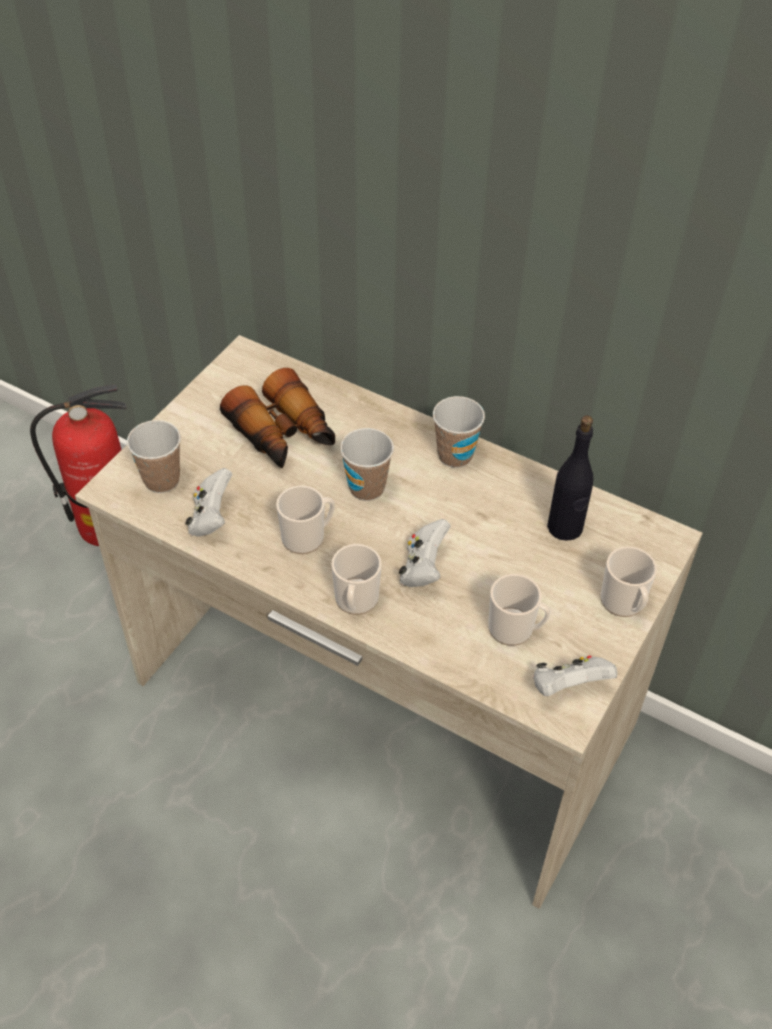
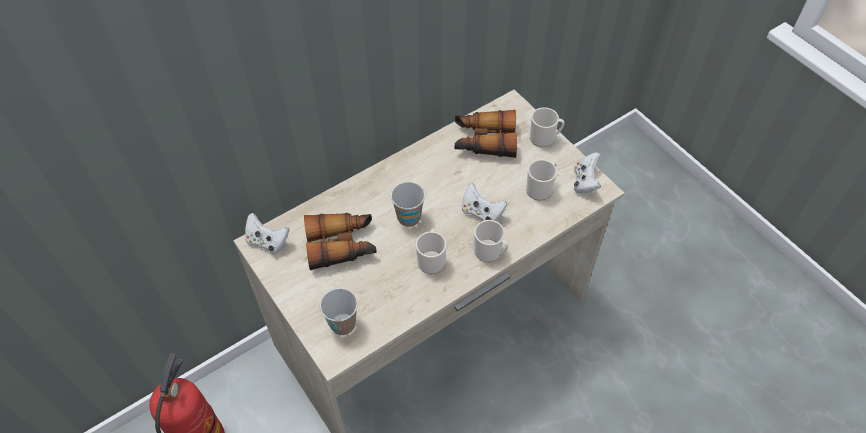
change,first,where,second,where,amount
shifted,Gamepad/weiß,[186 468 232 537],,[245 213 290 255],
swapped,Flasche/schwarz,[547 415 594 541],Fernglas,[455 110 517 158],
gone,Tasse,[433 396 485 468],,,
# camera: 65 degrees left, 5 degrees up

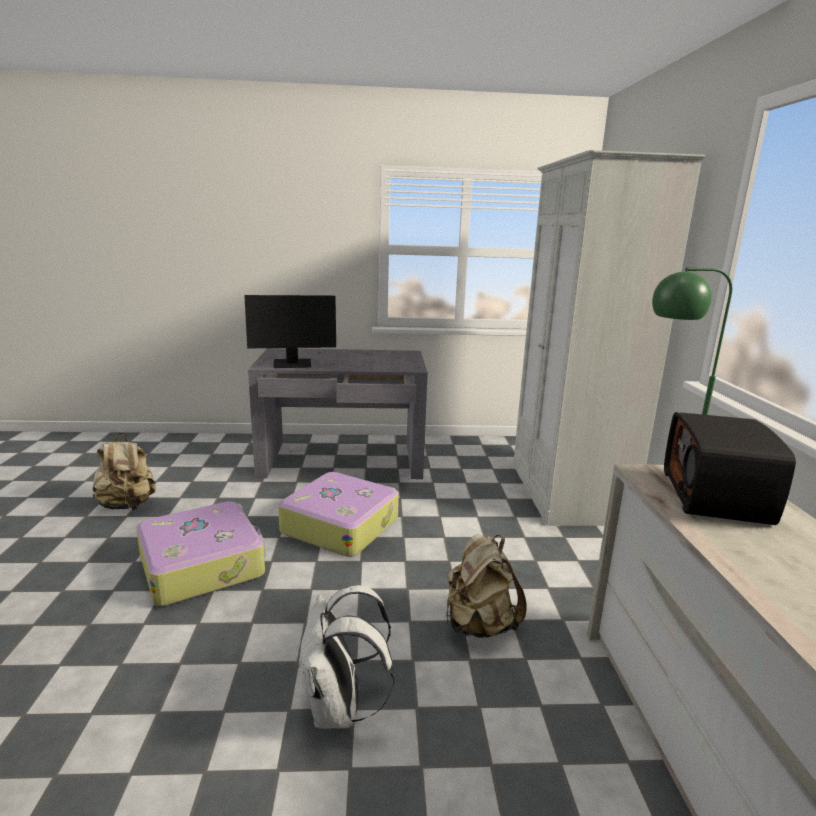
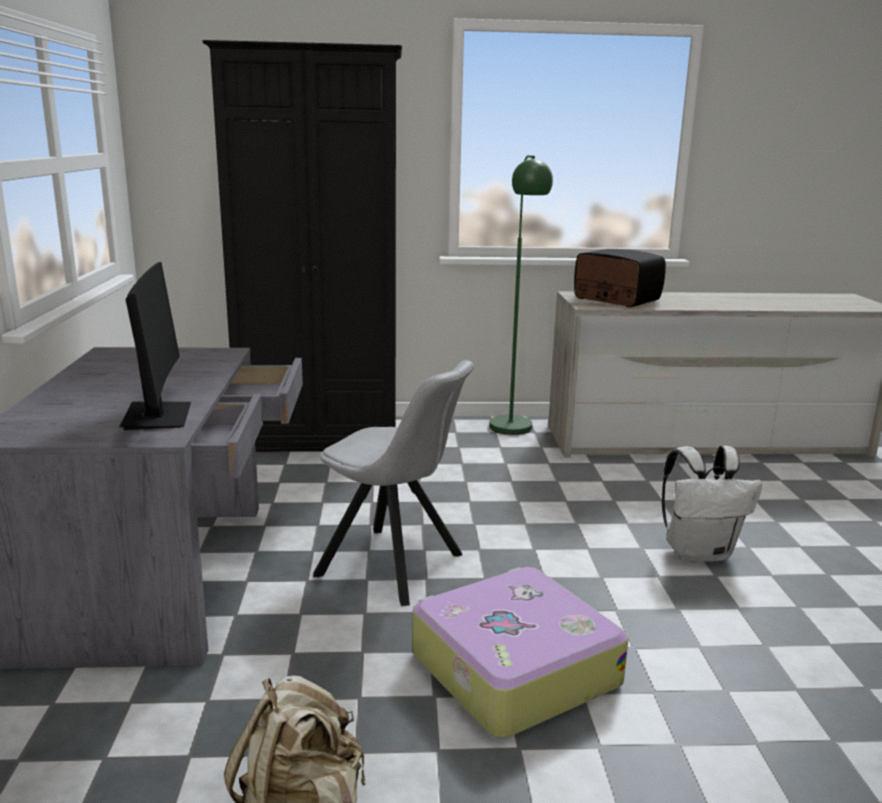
change,first,where,second,where,amount
repainted,Kleiderschrank/weiß,[513 150 705 526],Kleiderschrank/schwarz,[202 40 402 452],
swapped,Koffer,[278 472 399 557],Stuhl/grau,[313 360 474 606],
rotated,Radio,[664 412 796 525],,[574 249 666 307],150 degrees counterclockwise
gone,Rucksack/beige,[446 534 527 638],,,
# camera: 90 degrees left, 0 degrees up

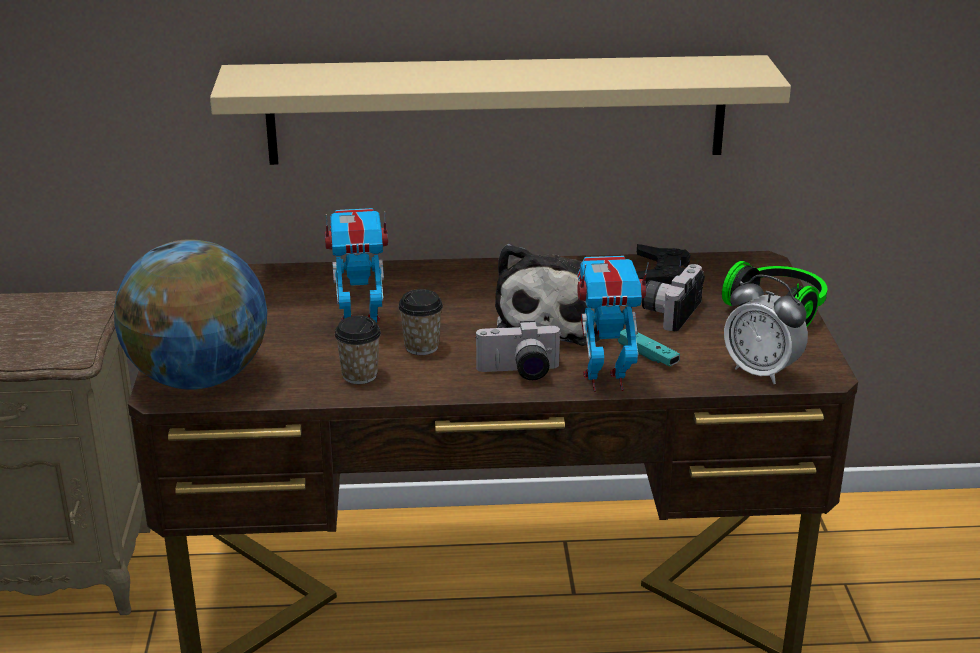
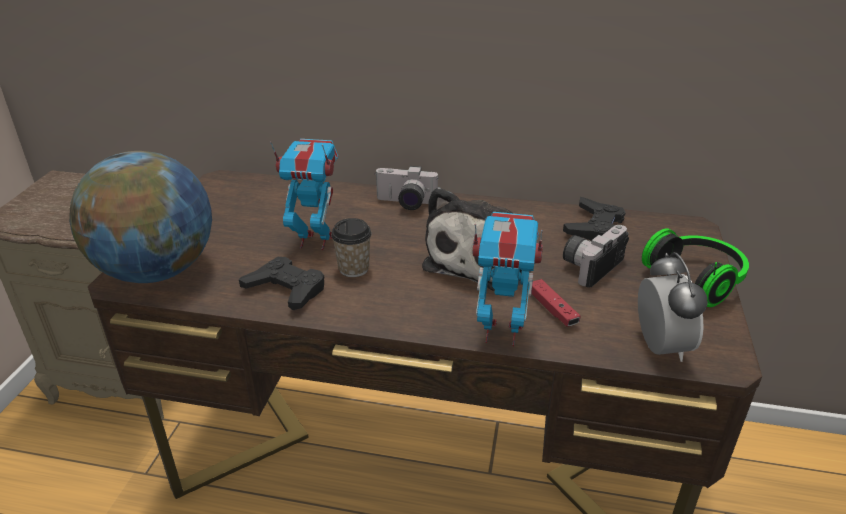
change,first,where,second,where,amount
swapped,Tasse,[334 316 381 384],Gamepad/schwarz,[239 257 324 310],
shifted,Kamera,[475 321 562 380],,[375 166 439 210],
repainted,Gamepad/türkis,[618 329 680 366],Gamepad/rot,[531 279 580 327],
rotated,Wecker,[724 275 808 384],,[638 252 708 362],150 degrees counterclockwise
gone,Wandregal/beige,[210 55 791 165],,,
# camera: 15 degrees right, 5 degrees up

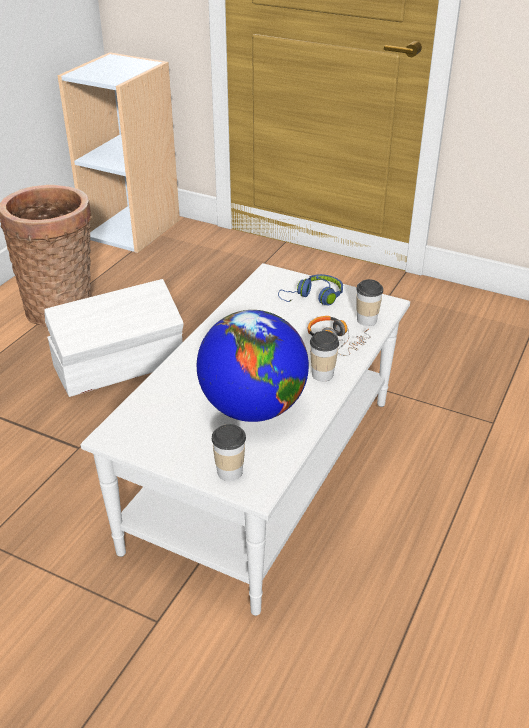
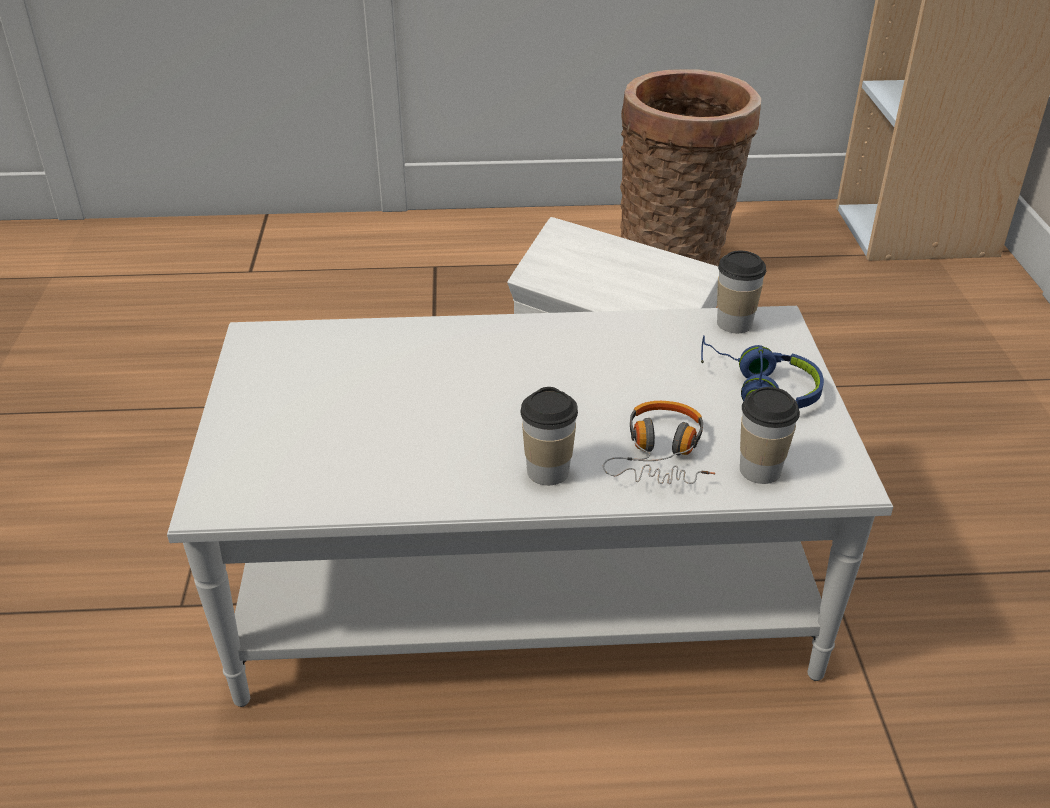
change,first,where,second,where,amount
shifted,Tasse,[212 424 246 481],,[717 251 766 333],
gone,Globus,[197 310 309 422],,,
# camera: 60 degrees right, 0 degrees up

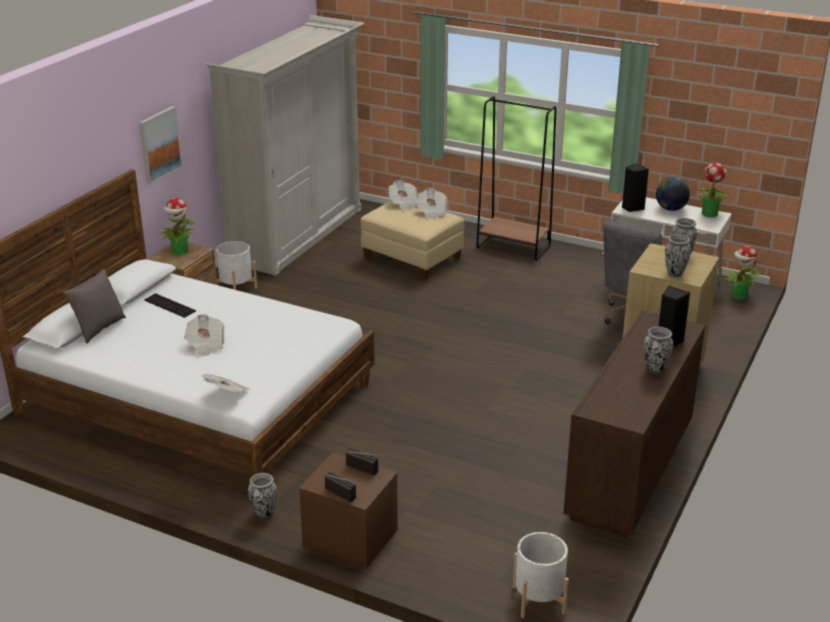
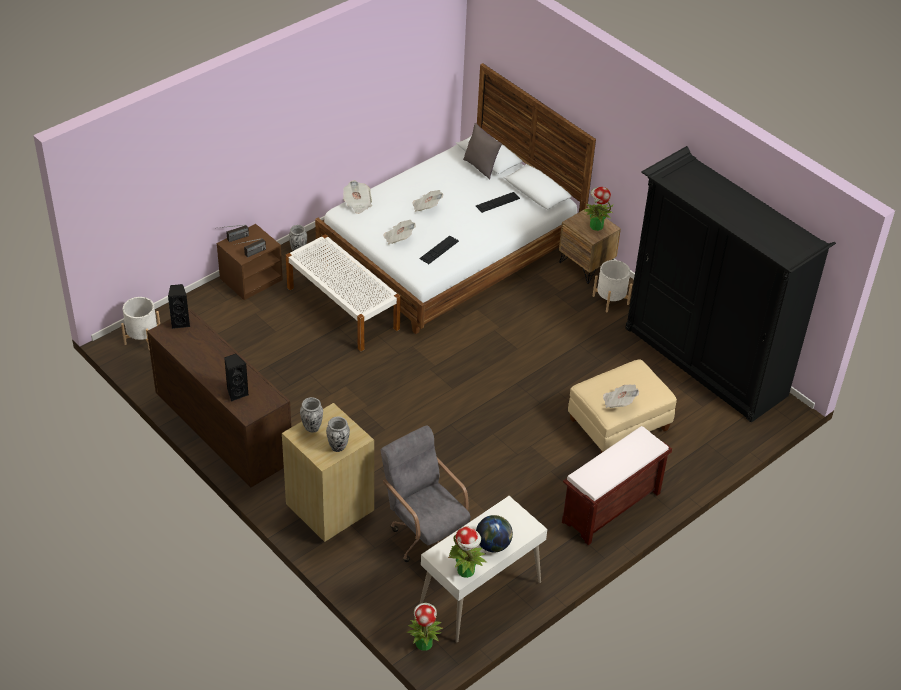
change,first,where,second,where,amount
shifted,Lautsprecher/schwarz,[622 163 649 212],,[168 284 190 329],
new,,,Bank/weiß,[286 234 401 352],
shifted,Zeitung,[389 180 418 211],,[384 220 416 245],
new,,,Tastatur,[419 236 459 264],
swapped,Kleiderständer,[476 96 557 261],Bank/braun,[562 426 672 545],
repainted,Kleiderschrank/weiß,[206 15 365 275],Kleiderschrank/schwarz,[625 146 836 422],
gone,Bild,[139 106 182 185],,,
gone,Vase,[644 327 673 374],,,
# camera: 110 degrees right, 15 degrees up

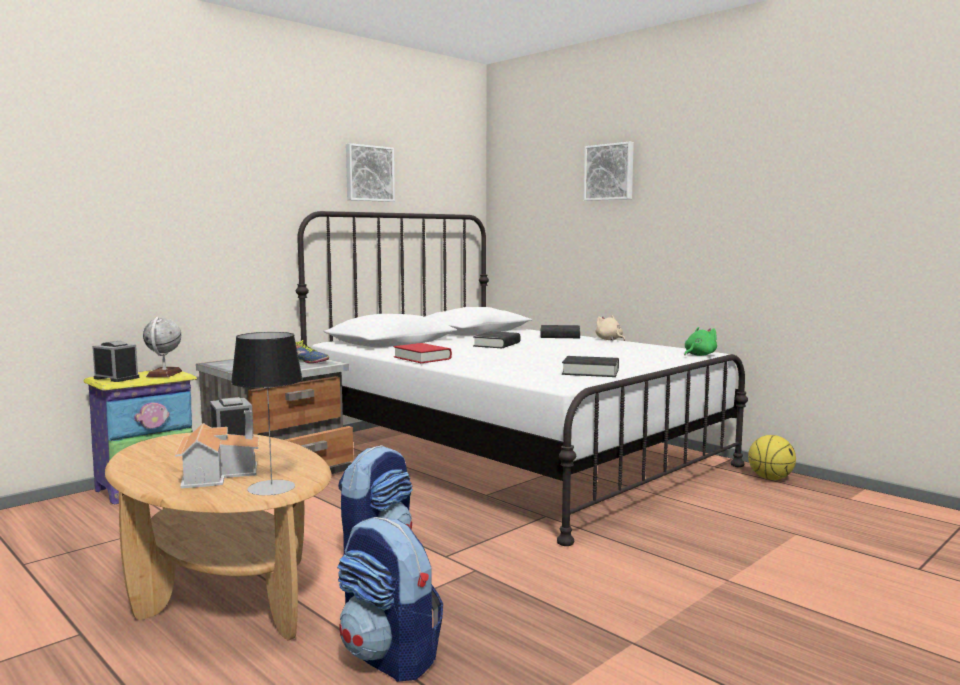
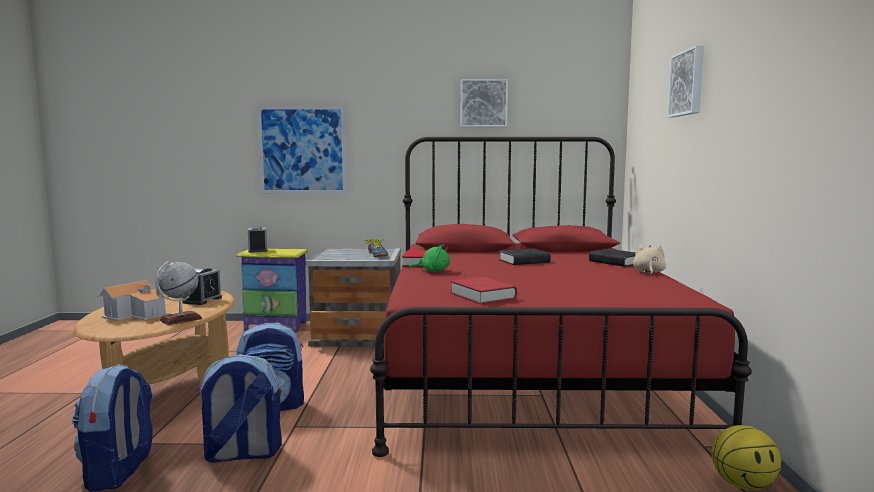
change,first,where,second,where,amount
shifted,Globus,[143 317 182 377],,[155 261 202 325],
new,,,Rucksack,[197 354 282 463],
new,,,Bild,[257 106 347 193],
repainted,Bett/weiß,[296 211 748 546],Bett/rot,[370 137 752 457],
shifted,Plüschtier/grün,[684 327 717 356],,[409 245 450 272],
repainted,Buch/schwarz,[562 356 619 377],Buch/rot,[450 277 517 304],
gone,Tischlampe,[231 332 303 495],,,
# camera: 45 degrees right, 0 degrees up

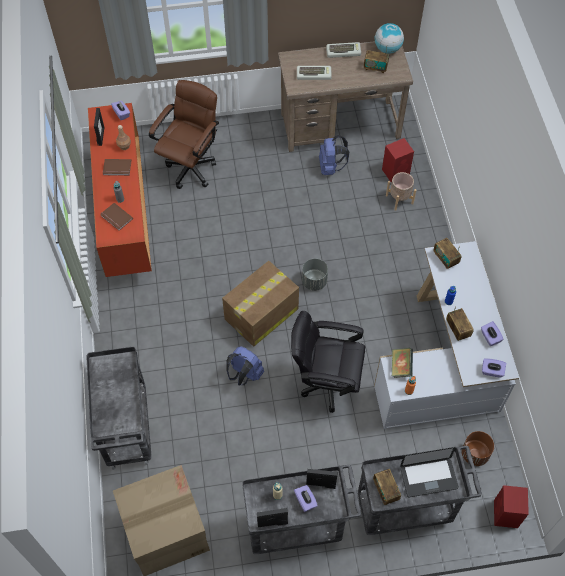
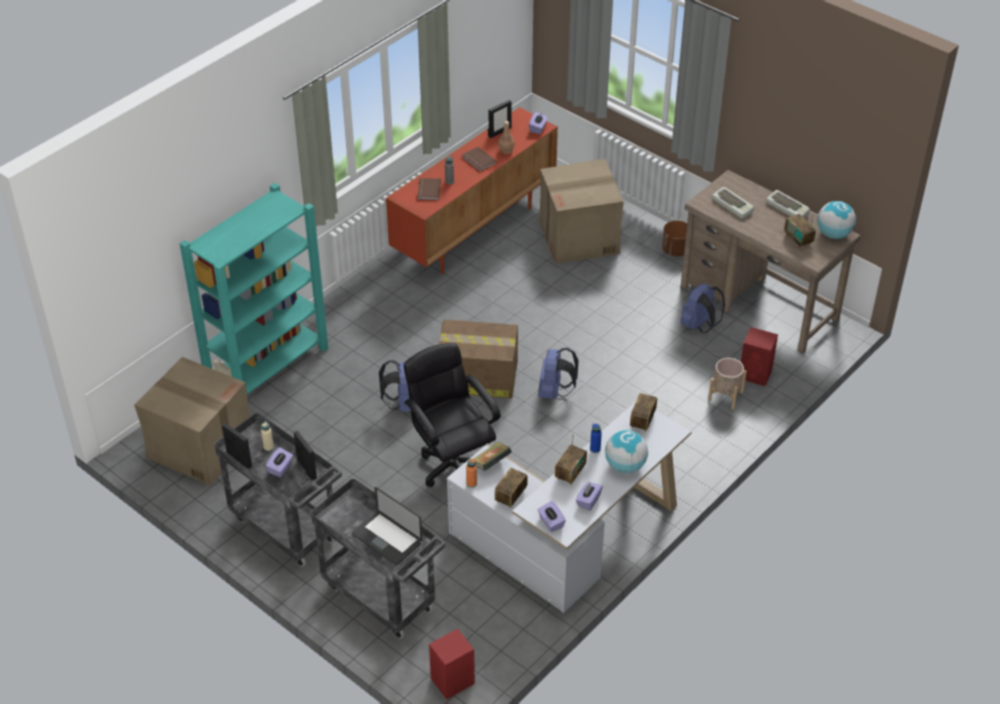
change,first,where,second,where,amount
swapped,Rollwagen/grau,[87 347 151 470],Bücherregal/türkis,[180 183 329 394],
shifted,Radio,[373 469 401 505],,[495 468 528 508],
swapped,Pflanzkübel/grau,[302 258 328 291],Rucksack/blau,[538 348 579 399],
swapped,Bürostuhl/braun,[149 80 219 189],Karton,[539 159 624 264],
new,,,Globus,[605 430 648 473],
shifted,Pflanzkübel/braun,[462 431 494 466],,[662 221 687 256],
# camera: 50 degrees right, 15 degrees down

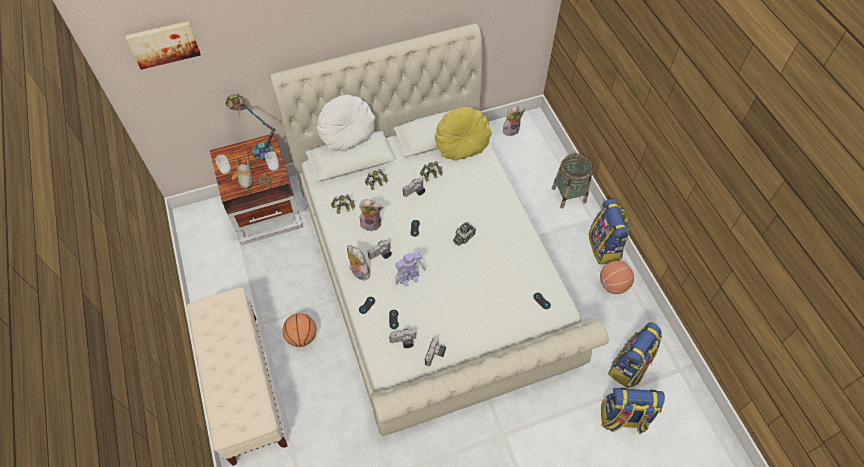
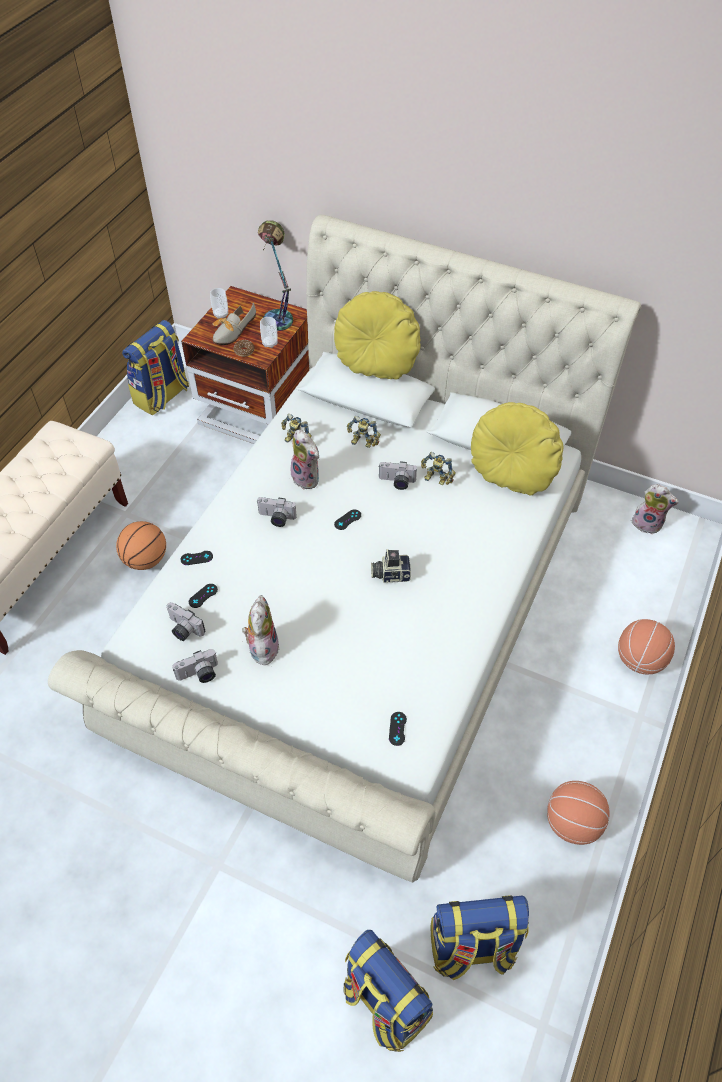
change,first,where,second,where,amount
shifted,Rucksack,[589 199 629 265],,[122 320 189 415],
shifted,Plüschtier,[347 245 370 280],,[242 595 279 666],
repainted,Kissen/weiß,[317 95 375 151],Kissen/gelb,[334 291 421 380],
swapped,Korb,[552 154 593 209],Basketball,[618 619 675 674],
gone,Bild,[125 21 201 70],,,
gone,Spielzeugroboter,[395 252 426 287],,,
# camera: 45 degrees right, 5 degrees down

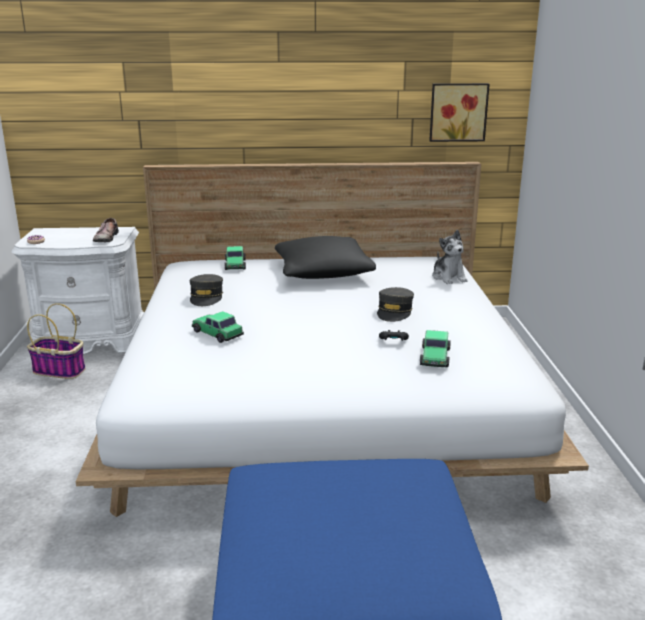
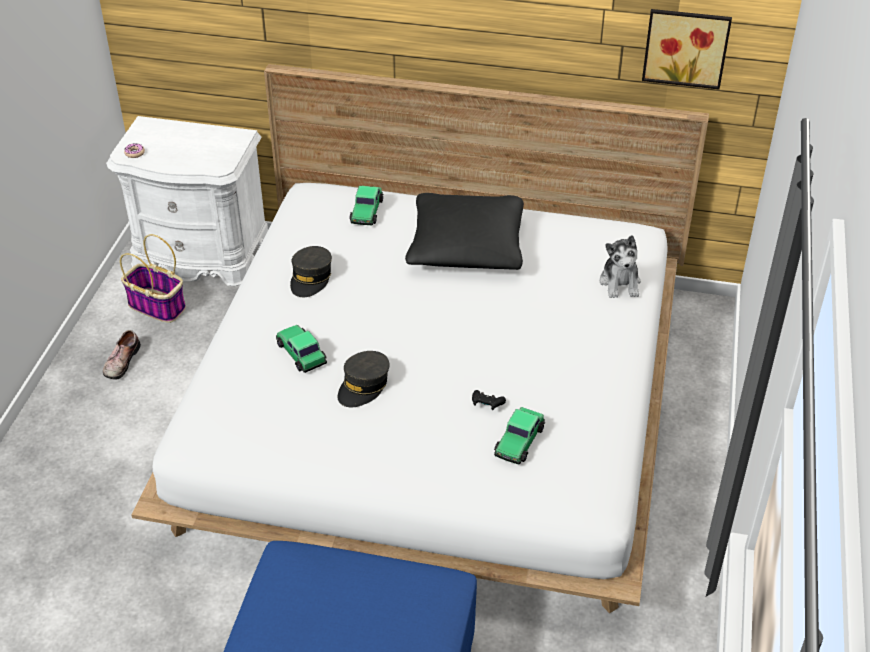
change,first,where,second,where,amount
shifted,Schuh,[93 218 119 242],,[103 330 141 380],
shifted,Kappe/grau,[377 287 414 322],,[338 351 389 408],
# camera: 15 degrees right, 20 degrees up

